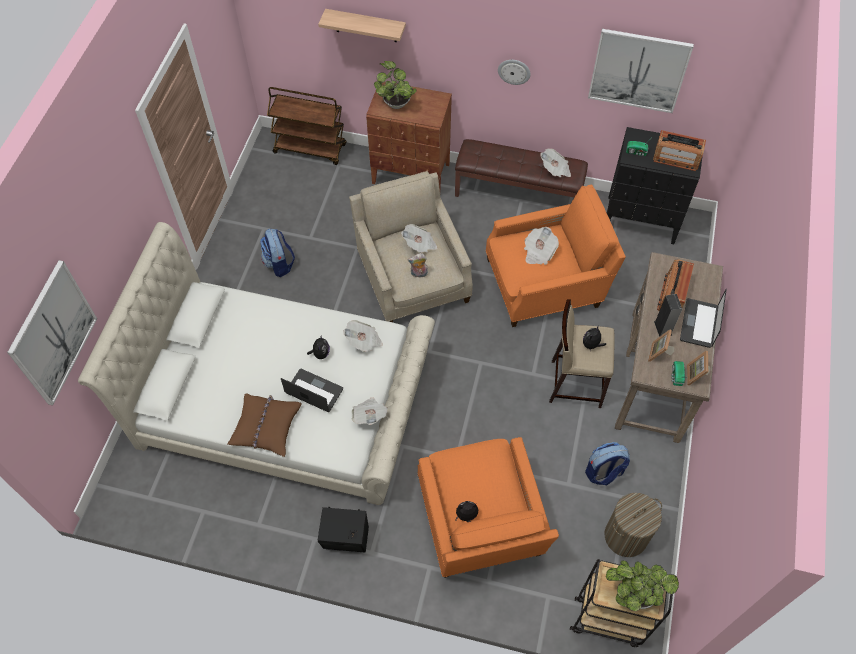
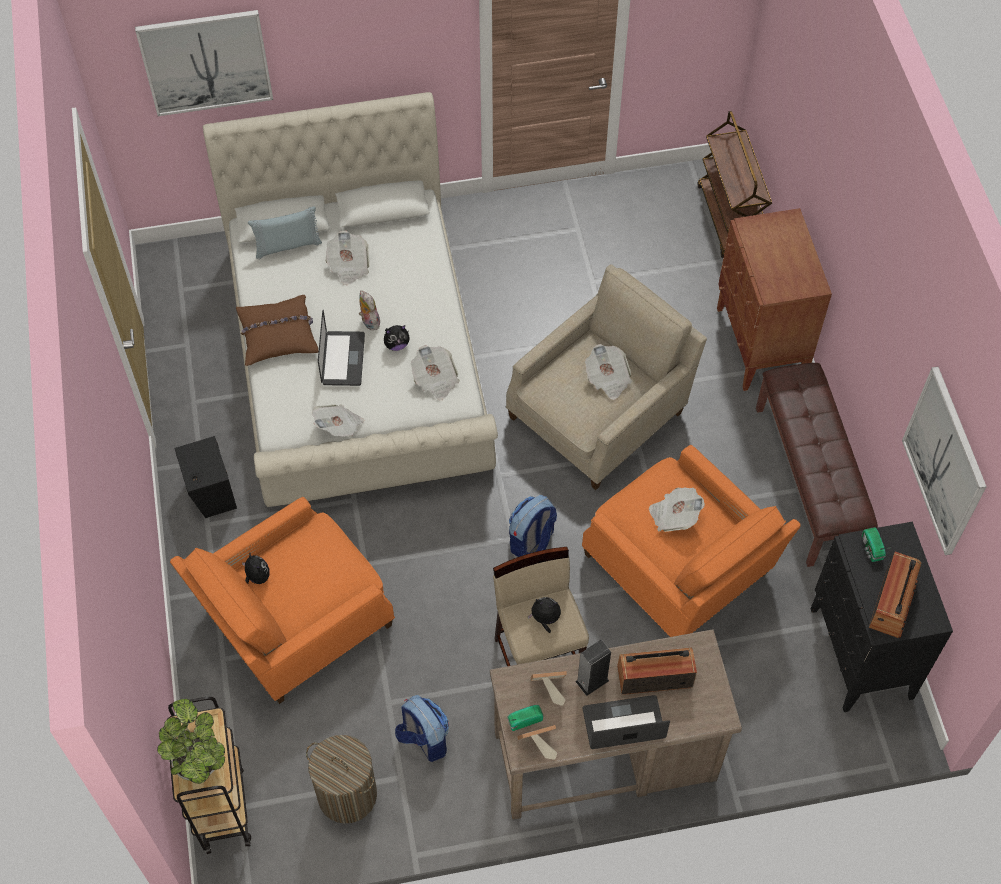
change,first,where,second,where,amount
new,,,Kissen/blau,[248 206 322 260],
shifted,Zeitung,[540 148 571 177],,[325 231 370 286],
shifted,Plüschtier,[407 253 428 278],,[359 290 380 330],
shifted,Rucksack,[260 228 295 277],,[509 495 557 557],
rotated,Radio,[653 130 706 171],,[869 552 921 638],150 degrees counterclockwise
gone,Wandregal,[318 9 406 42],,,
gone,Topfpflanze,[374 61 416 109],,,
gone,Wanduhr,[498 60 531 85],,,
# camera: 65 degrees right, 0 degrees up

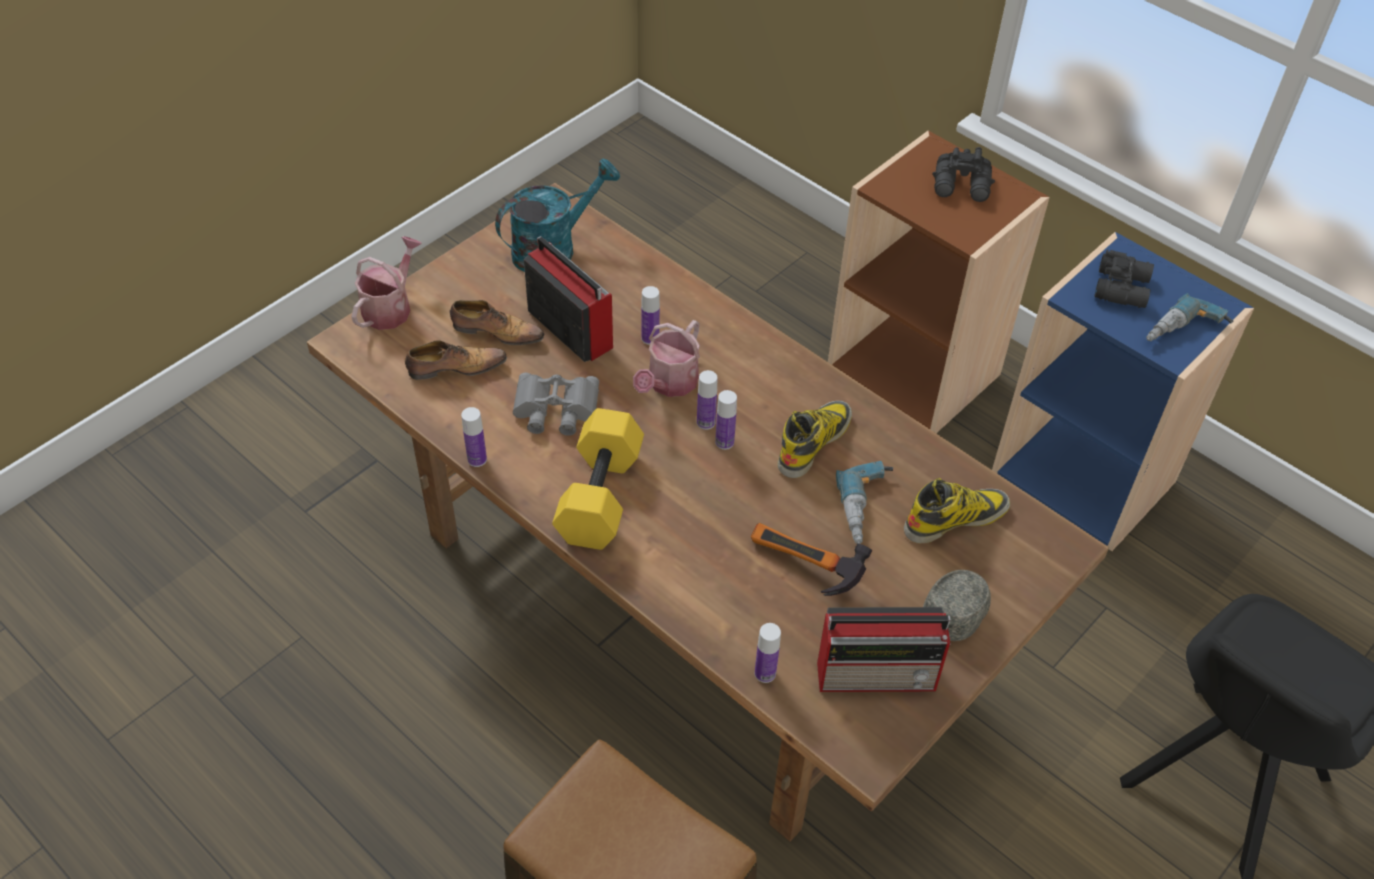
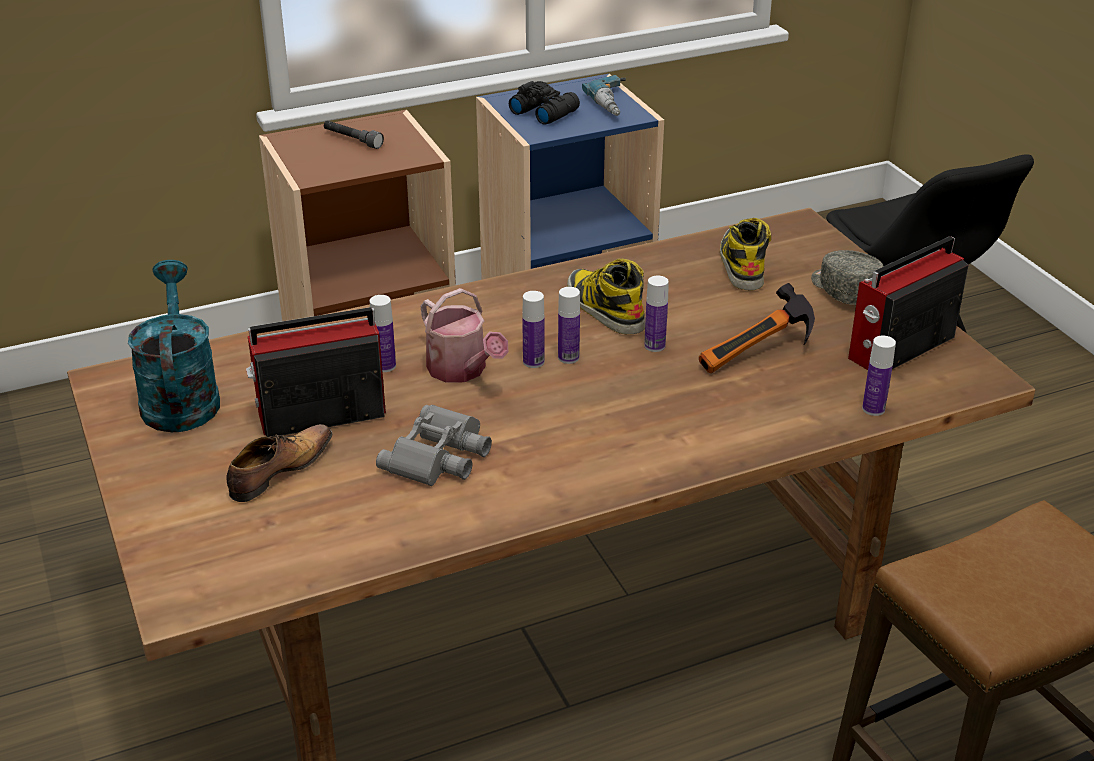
change,first,where,second,where,amount
swapped,Fernglas/schwarz,[932 147 995 202],Taschenlampe/grau,[324 121 384 149],
shifted,Flasche,[461 407 487 467],,[644 276 669 352],
rotated,Radio,[817 607 951 692],,[848 236 969 370],150 degrees counterclockwise
gone,Gießkanne,[351 236 422 330],,,
gone,Schuh,[405 340 507 380],,,
gone,Hantel/gelb,[552 408 644 550],,,
gone,Bohrmaschine,[836 461 893 544],,,
# camera: 65 degrees left, 15 degrees down

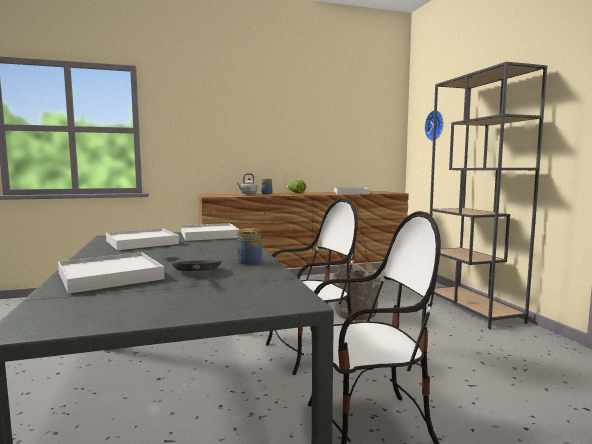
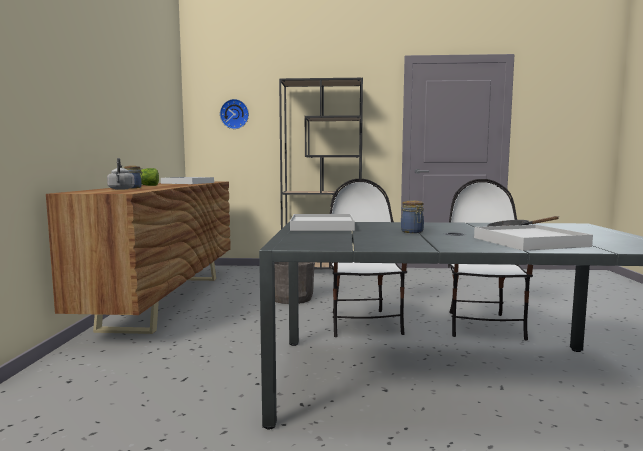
change,first,where,second,where,amount
shifted,Vorratsglas,[235 228 262 265],,[401 201 424 233],
gone,Tablett/weiß,[106 228 179 250],,,
# camera: 70 degrees left, 0 degrees up

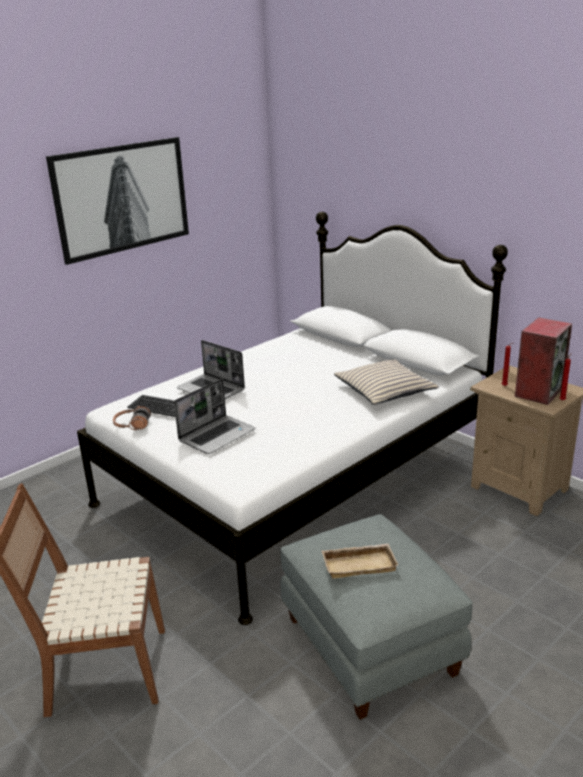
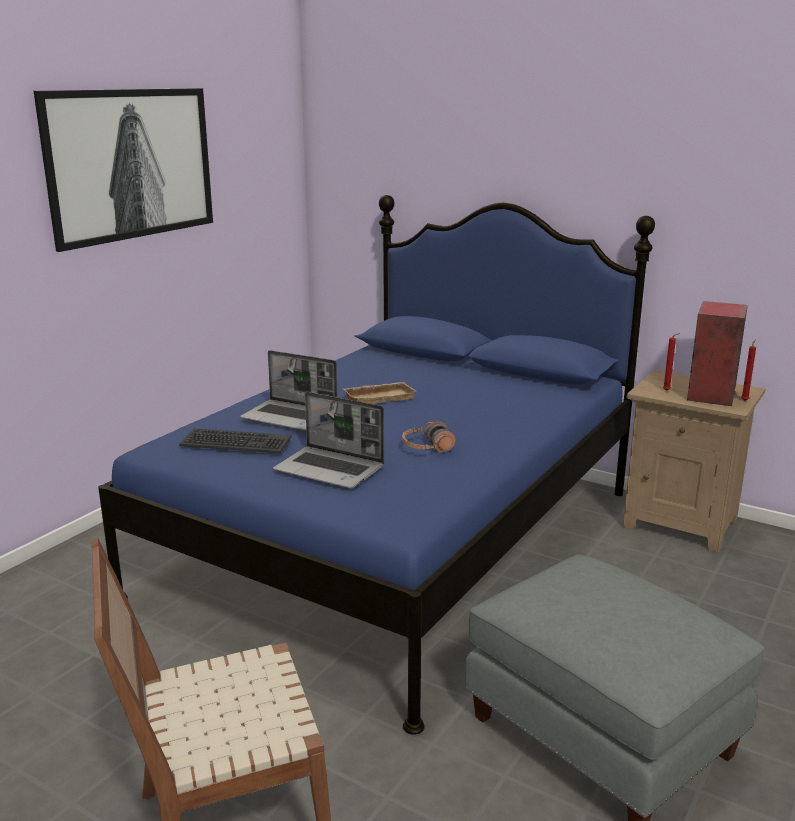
change,first,where,second,where,amount
repainted,Bett/weiß,[77 212 508 625],Bett/blau,[98 195 655 735],
rotated,Laptop,[174 379 256 454],,[273 392 384 488],90 degrees clockwise
shifted,Tablett/beige,[322 544 399 579],,[342 382 416 404],
shifted,Kopfhörer,[113 406 151 430],,[402 421 456 453],
gone,Kissen/beige,[334 359 439 405],,,
# camera: 15 degrees left, 5 degrees down

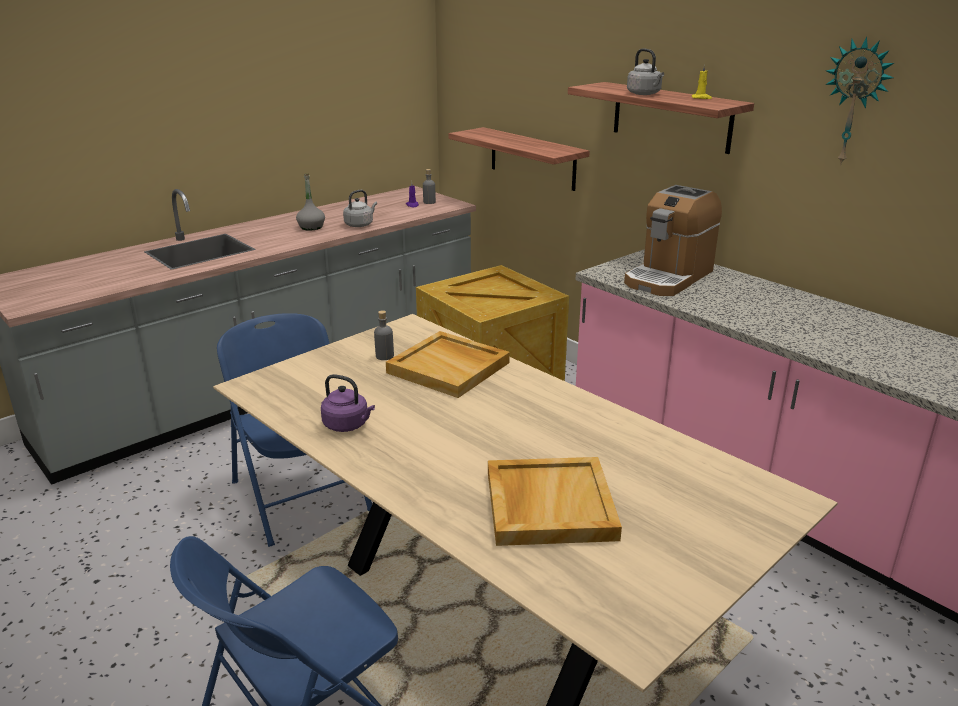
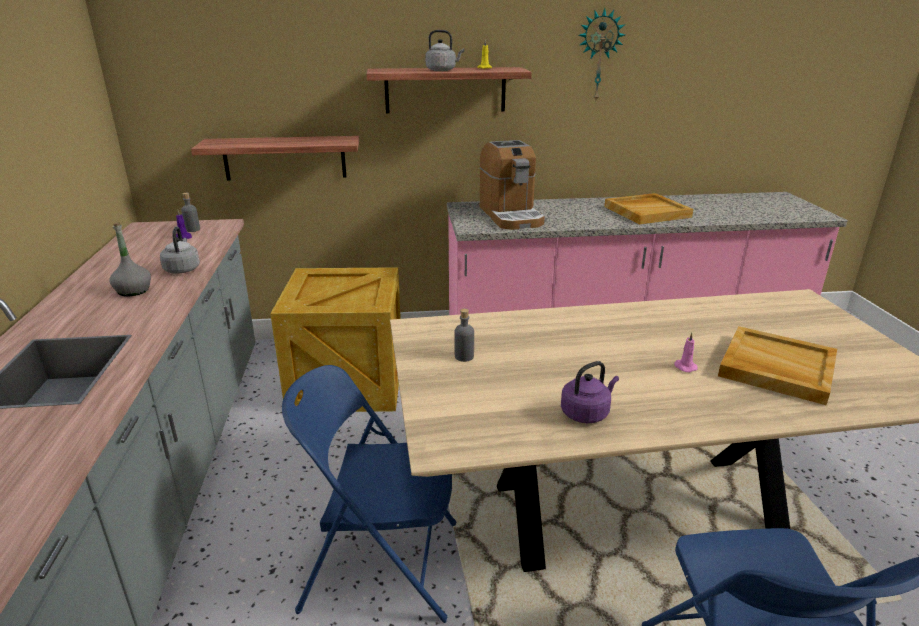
change,first,where,second,where,amount
shifted,Tablett/beige,[386 331 510 398],,[604 193 693 224],
new,,,Kerze/rosa,[675 333 698 372],
# camera: 55 degrees left, 0 degrees up

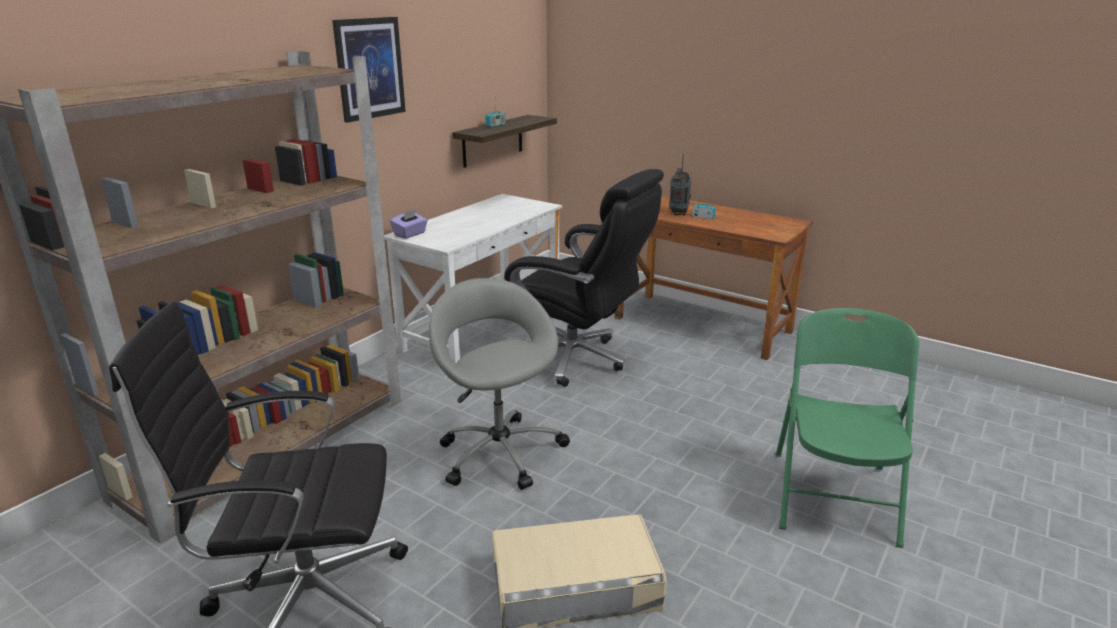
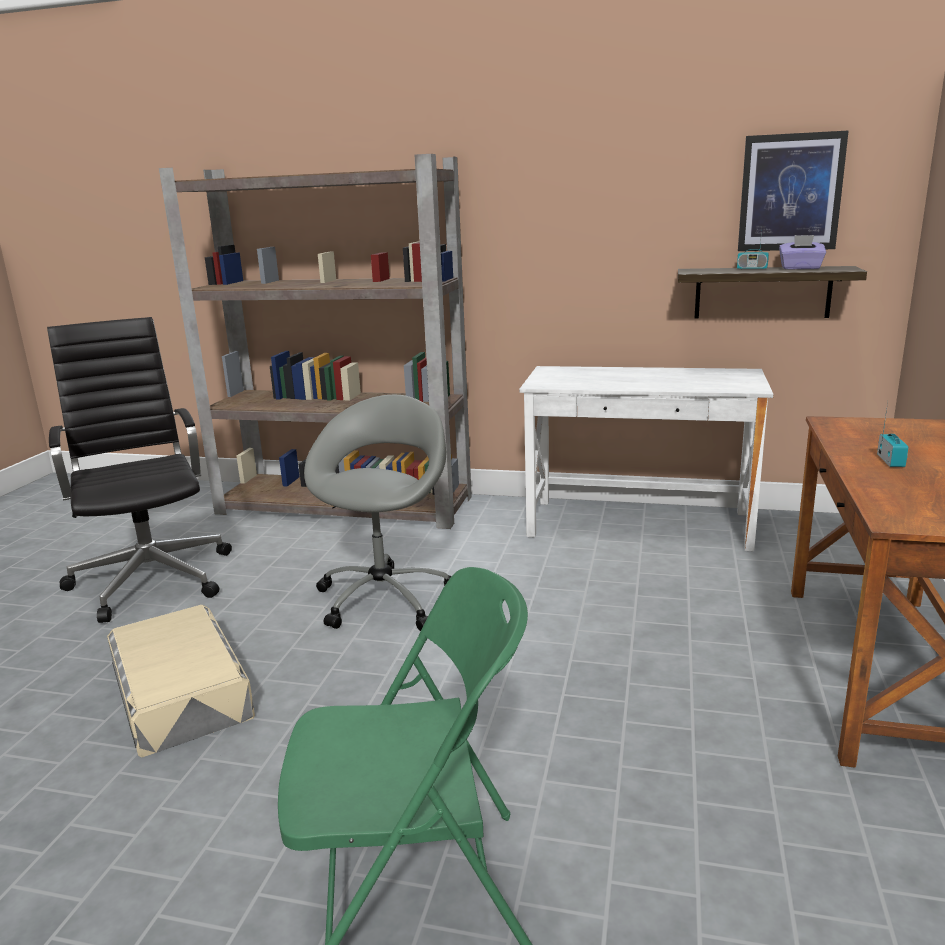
change,first,where,second,where,amount
shifted,Bild,[332 17 406 123],,[738 130 849 251],
shifted,Taschentuchbox/lila,[390 209 428 239],,[779 235 826 270],
gone,Bürostuhl/schwarz,[504 169 664 387],,,
gone,Radio,[669 153 691 215],,,
# camera: 70 degrees right, 5 degrees down

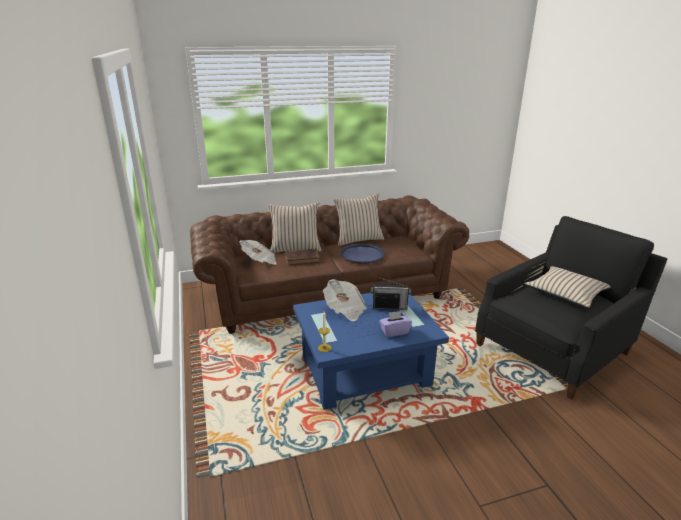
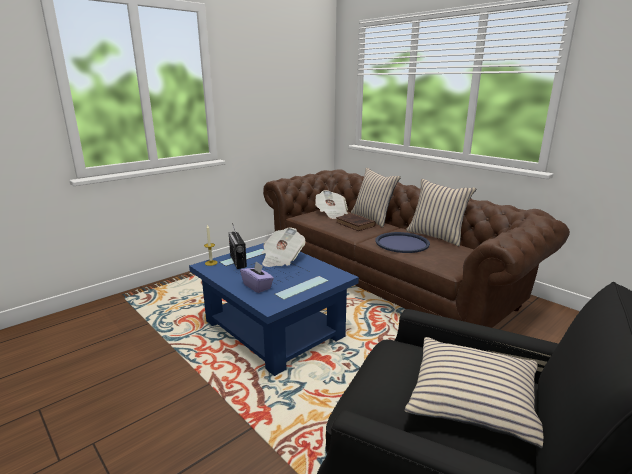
change,first,where,second,where,amount
shifted,Radio,[371 277 411 310],,[229 223 247 269],
# camera: 65 degrees right, 5 degrees down

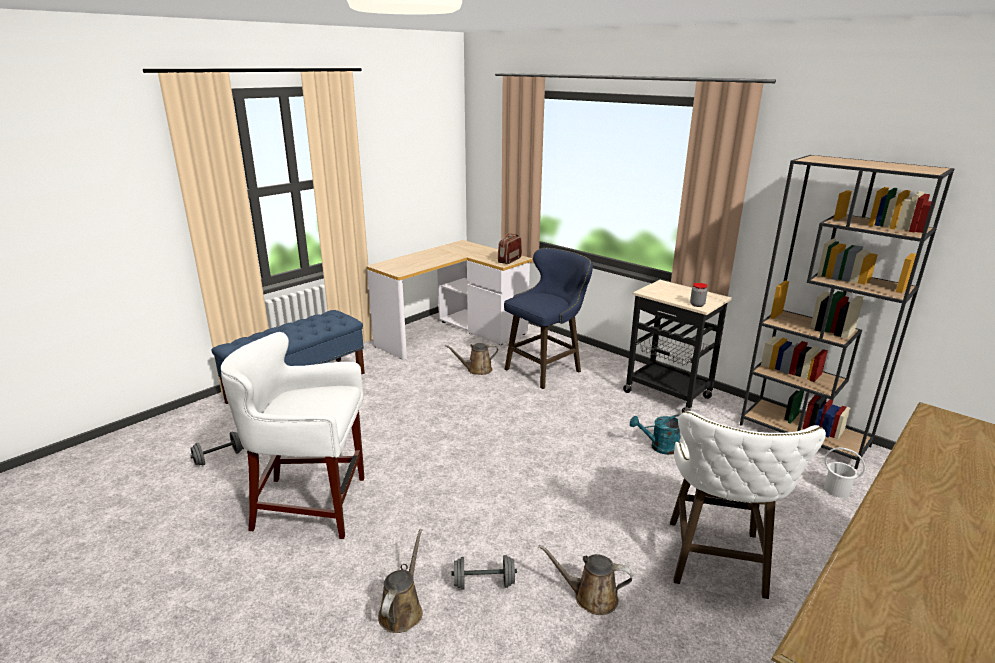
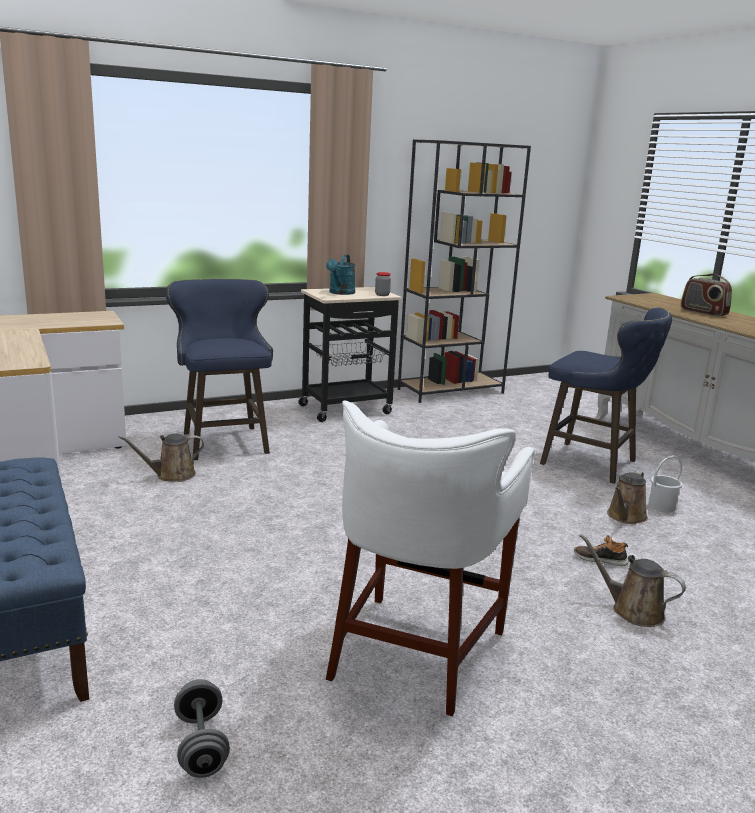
change,first,where,second,where,amount
rotated,Gießkanne/braun,[445 343 498 375],,[119 433 204 482],60 degrees clockwise
shifted,Gießkanne/türkis,[630 414 681 455],,[326 254 355 295],
repainted,Hocker/weiß,[670 411 826 599],Hocker/blau,[540 307 672 484],
swapped,Hantel/grau,[451 555 517 590],Schuh,[574 535 629 566],
shifted,Eimer/weiß,[824 447 865 498],,[648 455 683 512],
shifted,Radio,[498 233 522 264],,[681 273 732 316],
# camera: 70 degrees left, 5 degrees down

